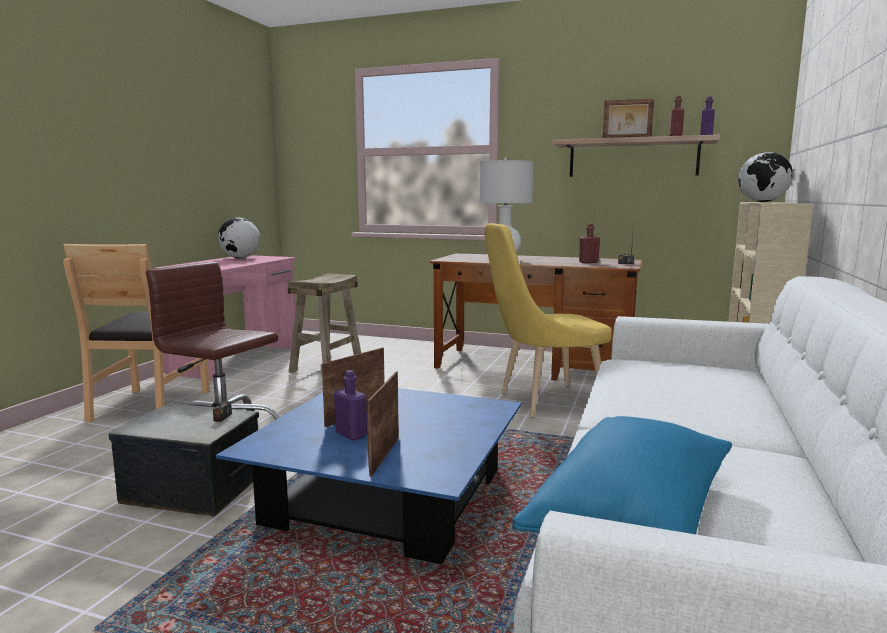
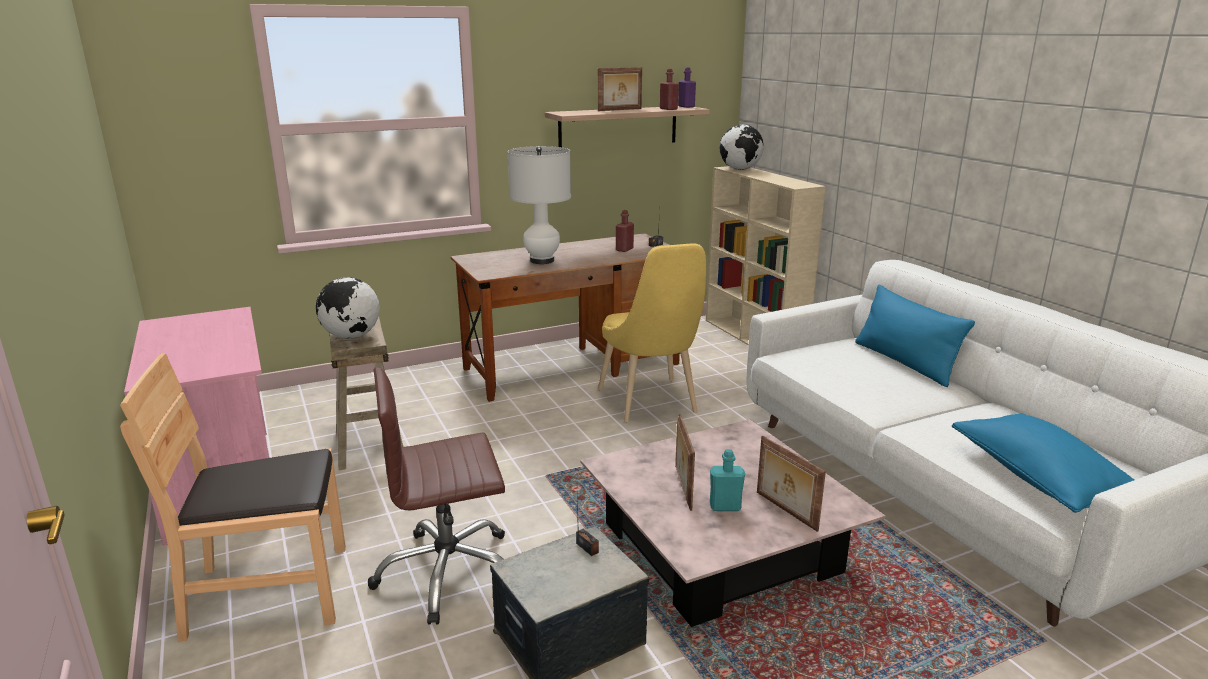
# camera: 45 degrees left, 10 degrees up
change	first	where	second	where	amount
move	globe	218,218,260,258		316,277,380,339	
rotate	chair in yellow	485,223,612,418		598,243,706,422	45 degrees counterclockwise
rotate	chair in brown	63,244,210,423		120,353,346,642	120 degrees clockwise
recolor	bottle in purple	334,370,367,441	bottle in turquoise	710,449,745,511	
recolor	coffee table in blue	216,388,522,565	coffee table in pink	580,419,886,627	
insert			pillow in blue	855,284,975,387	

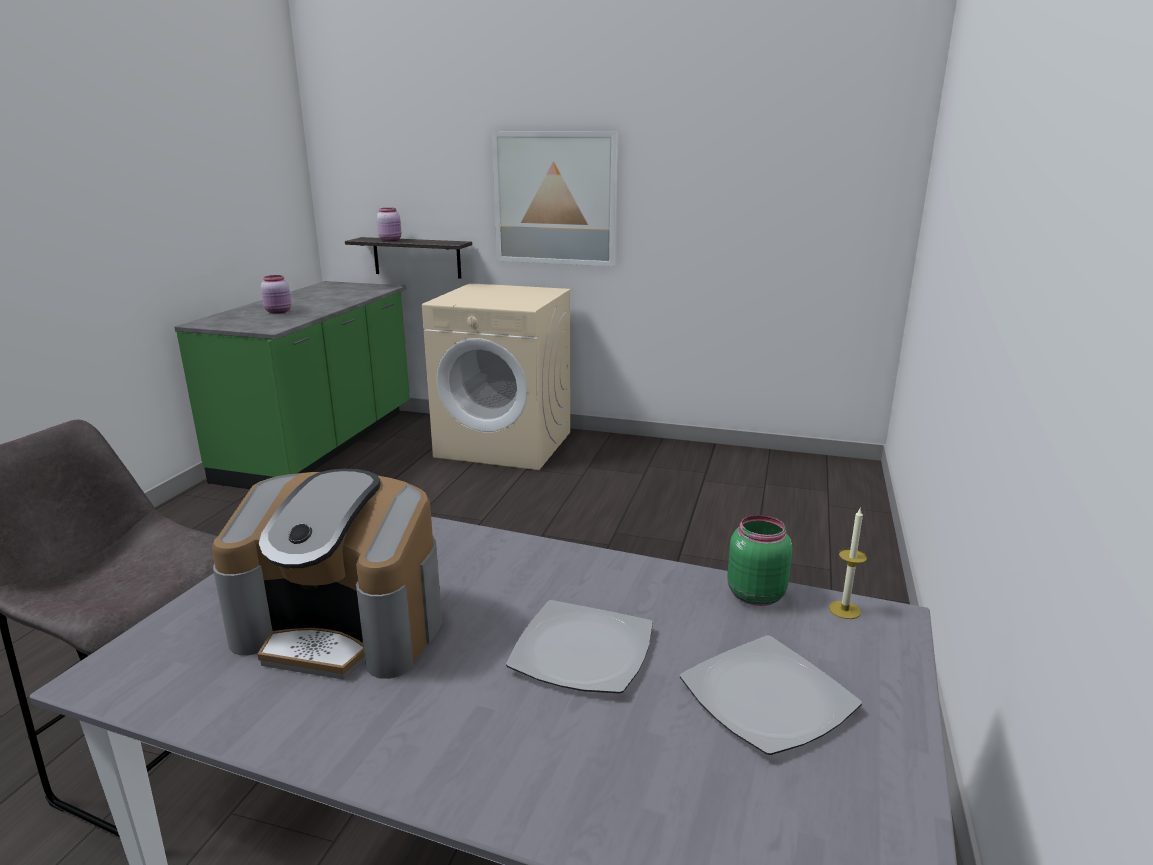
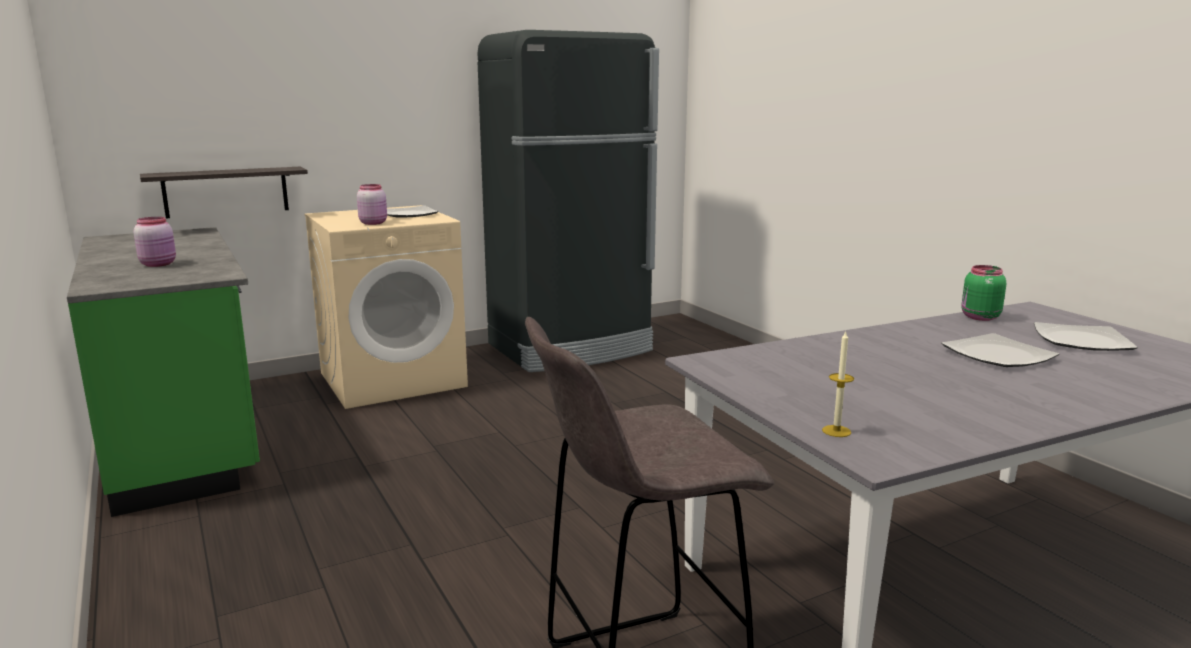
# camera: 45 degrees left, 5 degrees down
change	first	where	second	where	amount
delete	picture	492,132,618,266			
move	jar in pink	376,208,401,241		357,184,387,225	
delete	coffee machine	212,469,442,680			
move	candle	829,507,867,619		822,330,854,437	
insert			fridge in black	478,30,659,372	
insert			plate	387,206,438,217	

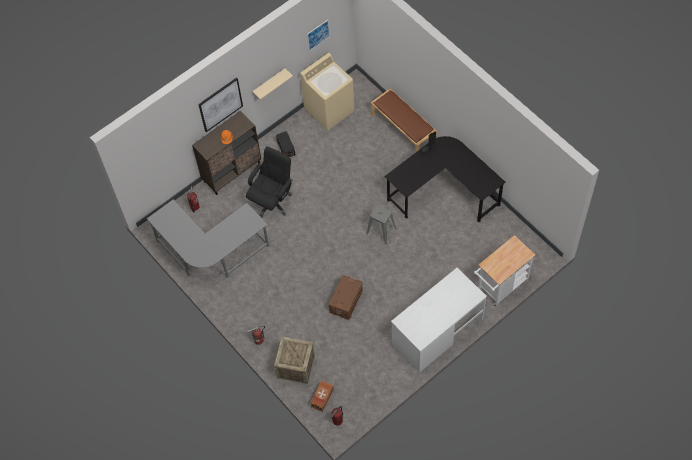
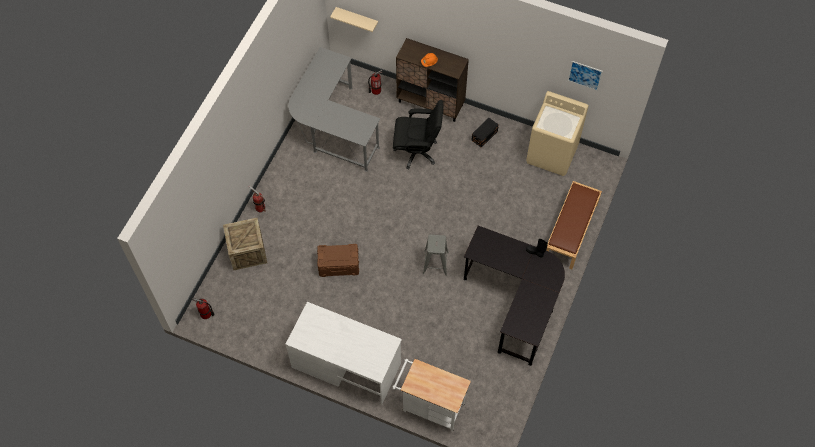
# camera: 60 degrees right, 0 degrees up
change	first	where	second	where	amount
move	shelf in beige	252,68,293,100		330,7,378,32	
delete	picture	198,78,243,132			
delete	storage box in brown	310,381,334,412			

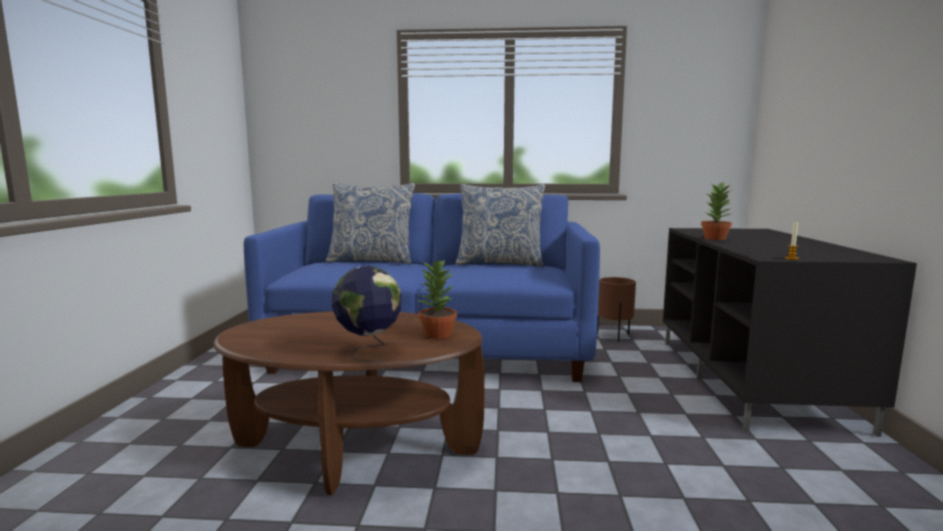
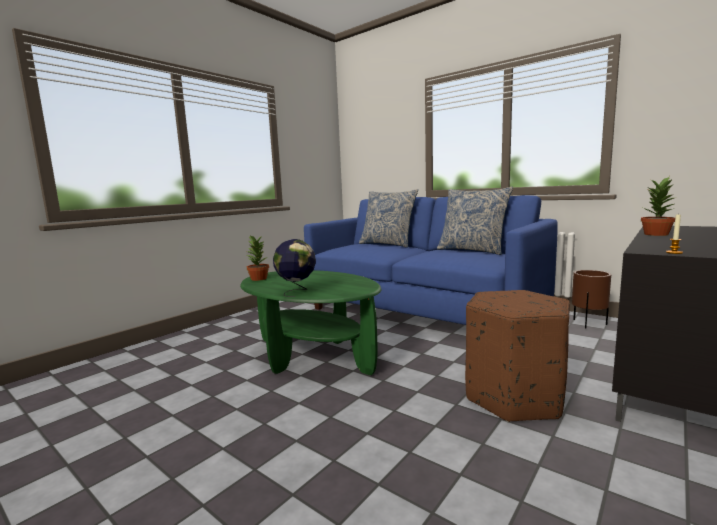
# camera: 35 degrees right, 0 degrees up
change	first	where	second	where	amount
move	potted plant	417,259,457,339		247,236,269,281	
recolor	coffee table in brown	213,311,485,495	coffee table in green	240,270,381,375	
insert			ottoman in brown	465,290,570,422	

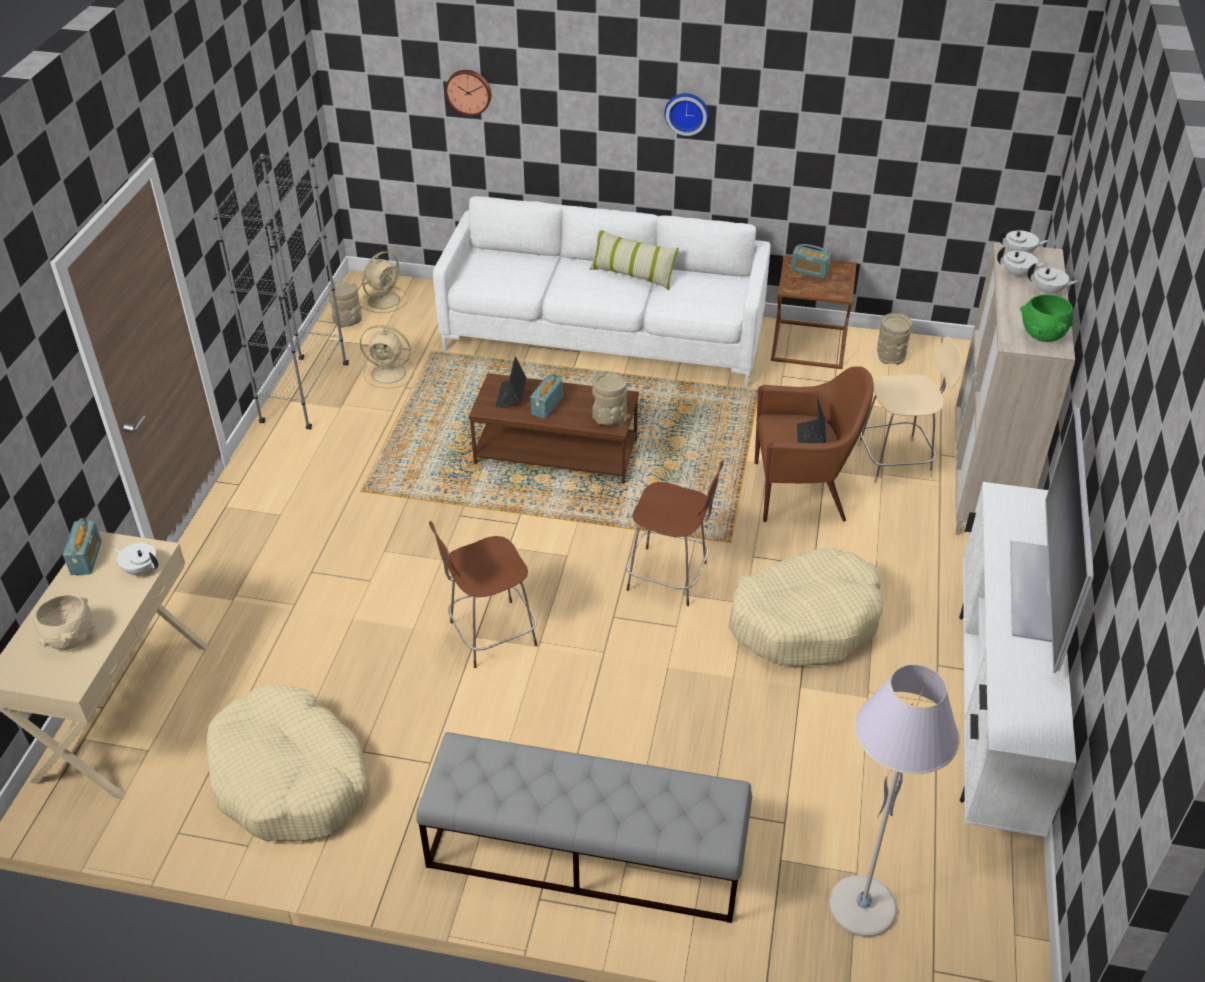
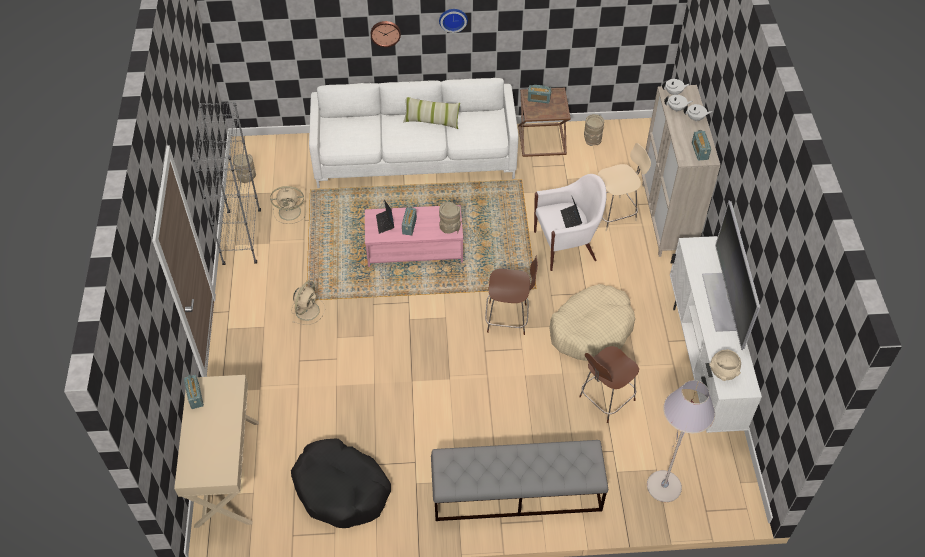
# camera: 15 degrees left, 10 degrees up
change	first	where	second	where	amount
move	wall clock	445,70,491,116		371,21,401,47	
move	fan in beige	360,251,409,313		291,281,325,325	
replace	bowl in green	1020,294,1074,342	radio	692,130,711,161	
recolor	armchair in brown	755,366,874,522	armchair in white	534,174,607,271	
recolor	coffee table in brown	469,373,639,484	coffee table in pink	365,205,463,267	
move	stool in brown	429,521,537,668		579,346,639,423	
delete	teapot in white	113,543,158,576			
move	bowl in beige	31,594,96,650		709,349,741,381	
recolor	dog bed in beige	206,684,371,842	dog bed in black	291,439,391,528	

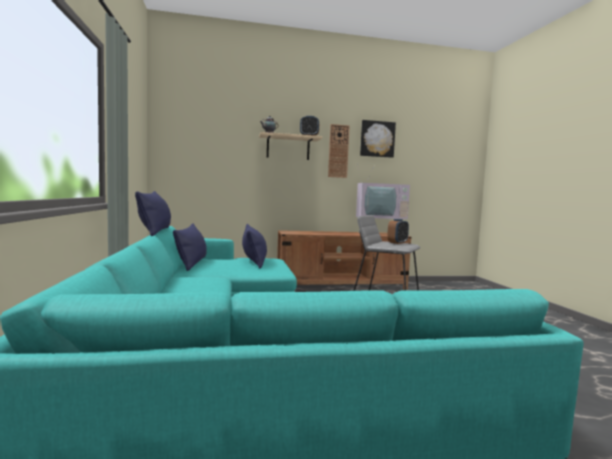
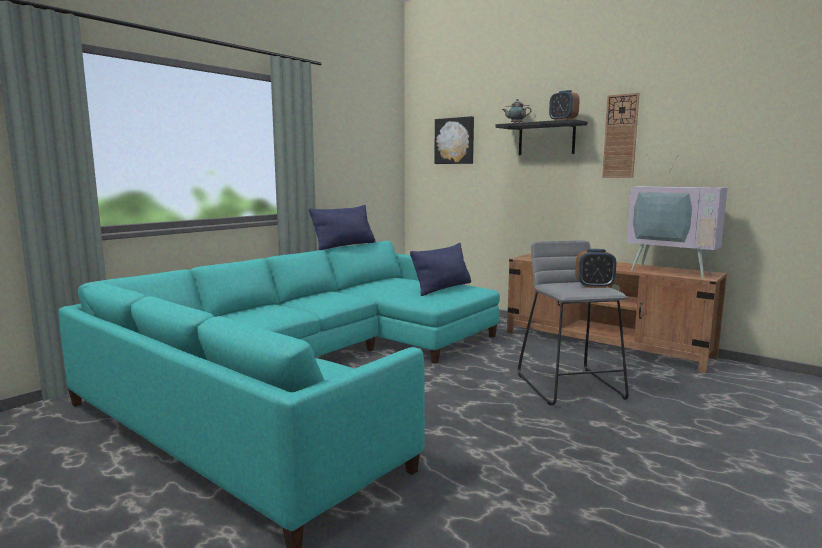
# camera: 50 degrees right, 5 degrees up
change	first	where	second	where	amount
move	picture	360,120,396,158		434,116,474,164	
recolor	shelf in beige	259,132,322,160	shelf in black	495,119,587,155	
delete	pillow in blue	173,223,207,271			

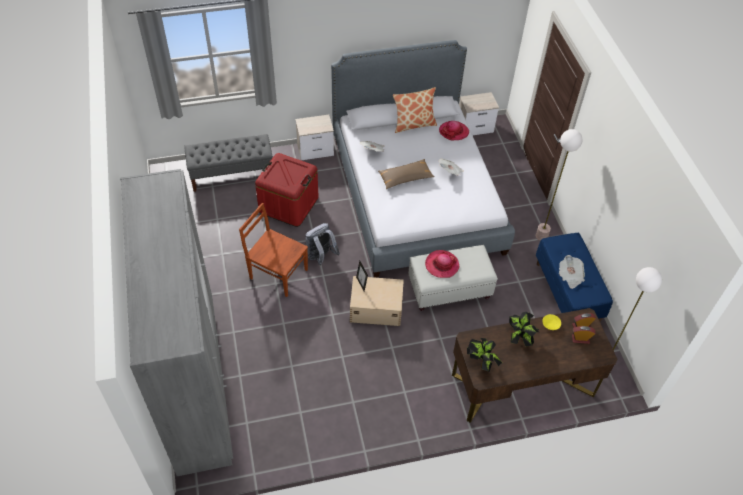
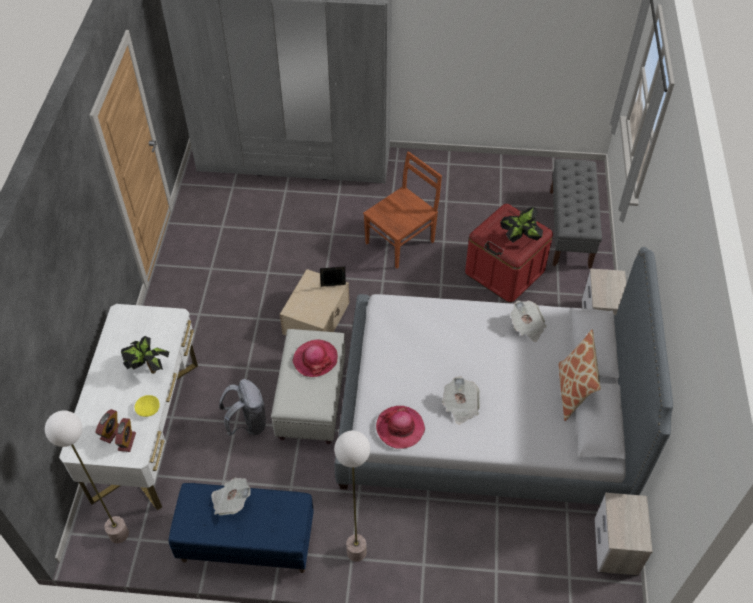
# camera: 110 degrees right, 0 degrees up
change	first	where	second	where	amount
move	hat	439,121,469,141		376,406,425,449	
delete	pillow in brown	378,159,435,189			
move	backpack in grey	305,223,340,266		219,379,267,436	
recolor	desk in brown	452,308,617,423	desk in white	59,304,198,511	
move	potted plant	467,338,502,372		501,207,543,242	

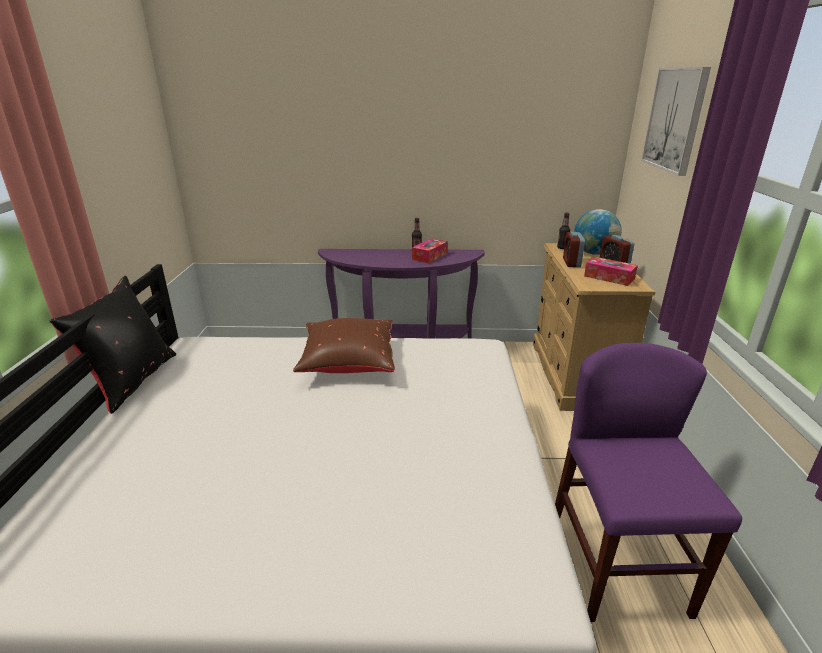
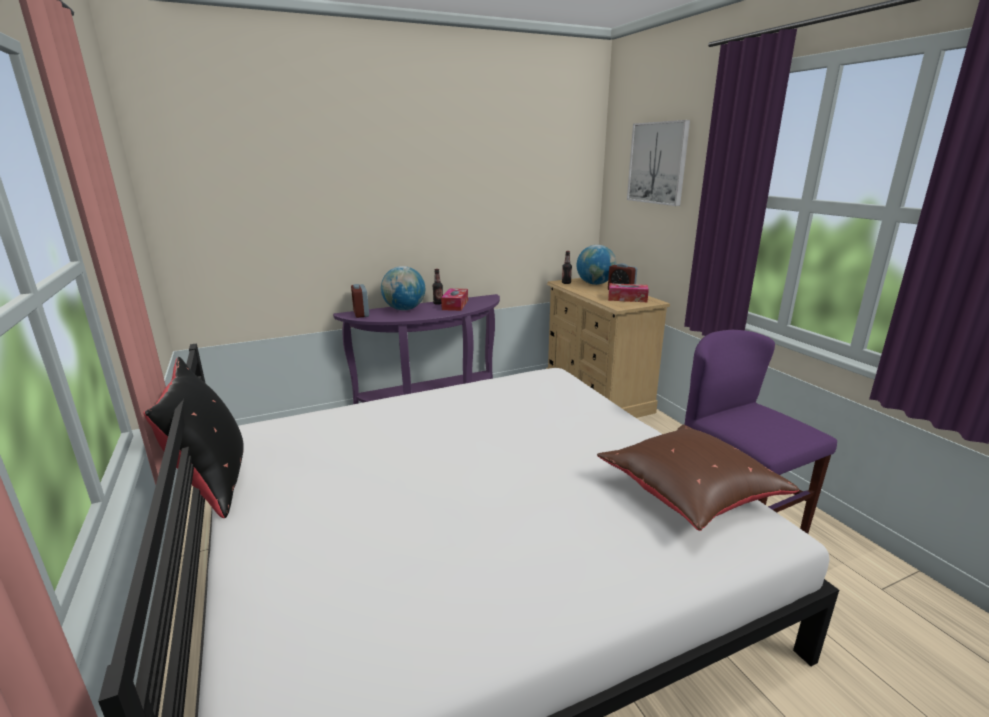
# camera: 25 degrees left, 5 degrees down
change	first	where	second	where	amount
move	alarm clock	563,232,585,267		351,284,369,318	
move	pillow in brown	293,318,395,373		597,424,799,531	
insert			globe	381,266,425,311	

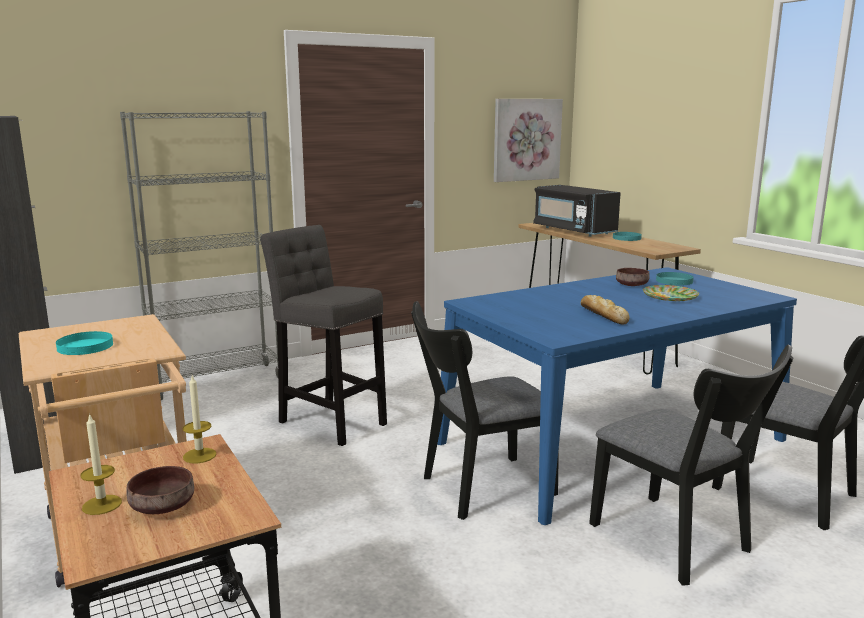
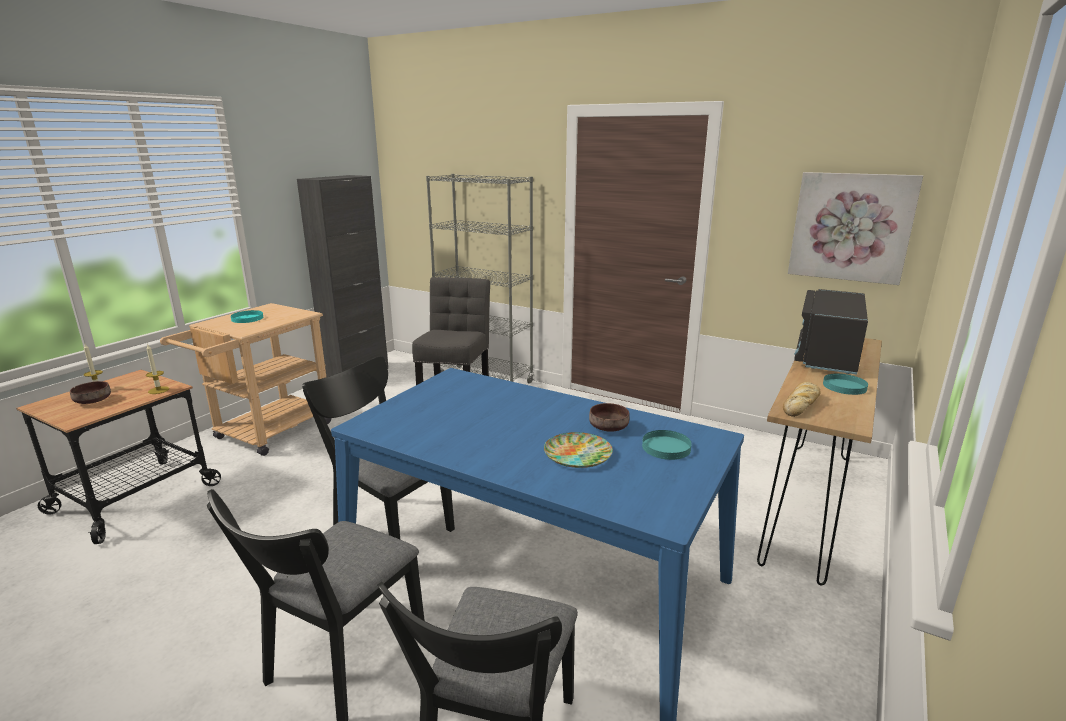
# camera: 60 degrees right, 5 degrees up
change	first	where	second	where	amount
move	bread	581,295,630,325		783,382,821,417	

